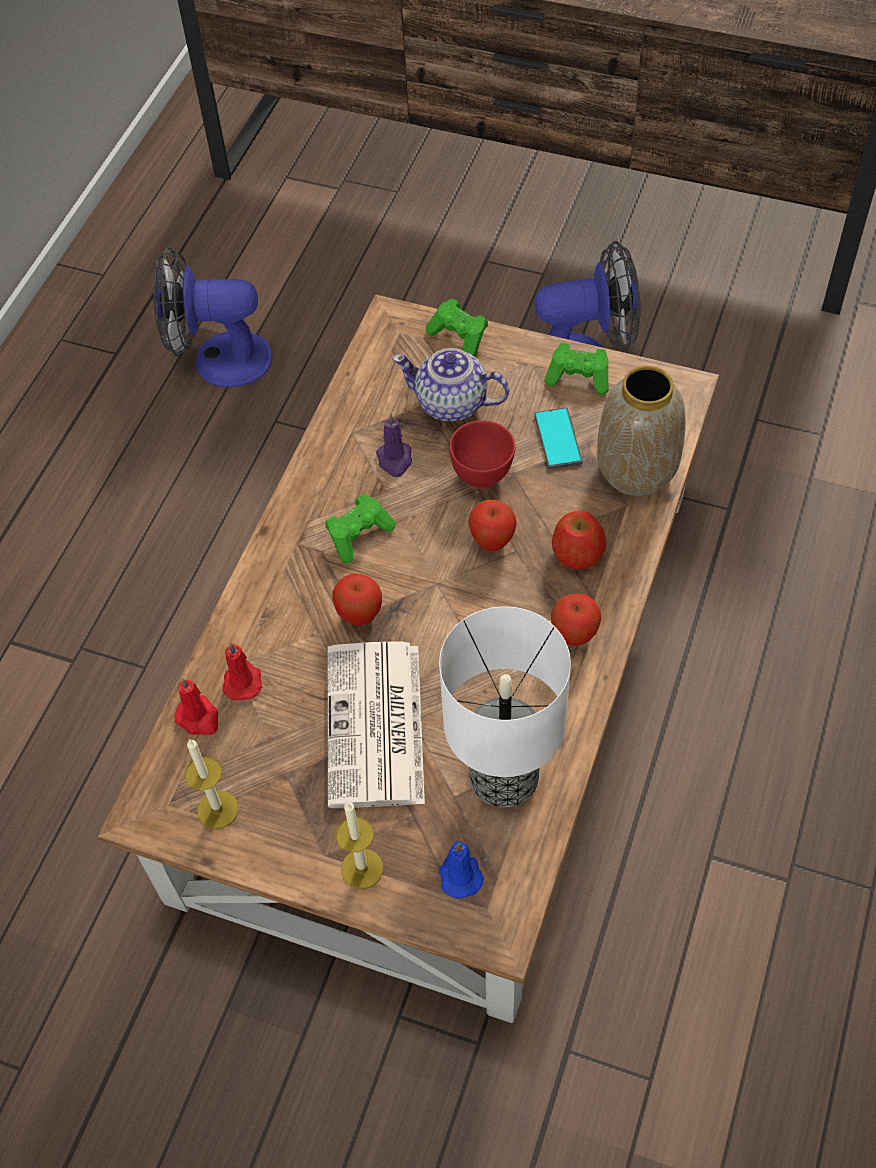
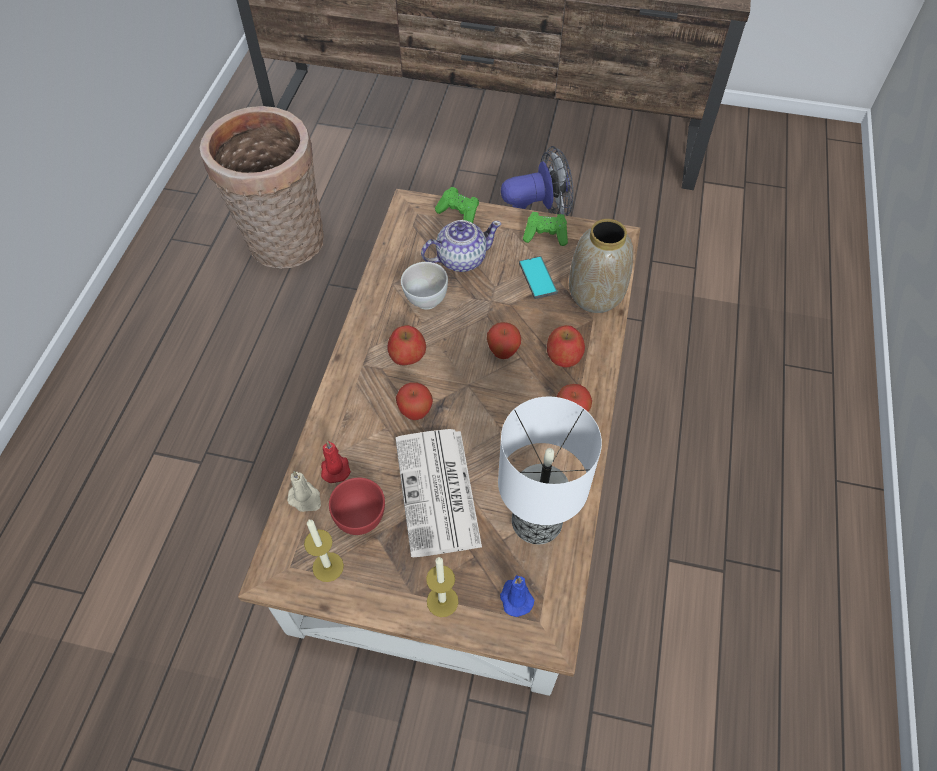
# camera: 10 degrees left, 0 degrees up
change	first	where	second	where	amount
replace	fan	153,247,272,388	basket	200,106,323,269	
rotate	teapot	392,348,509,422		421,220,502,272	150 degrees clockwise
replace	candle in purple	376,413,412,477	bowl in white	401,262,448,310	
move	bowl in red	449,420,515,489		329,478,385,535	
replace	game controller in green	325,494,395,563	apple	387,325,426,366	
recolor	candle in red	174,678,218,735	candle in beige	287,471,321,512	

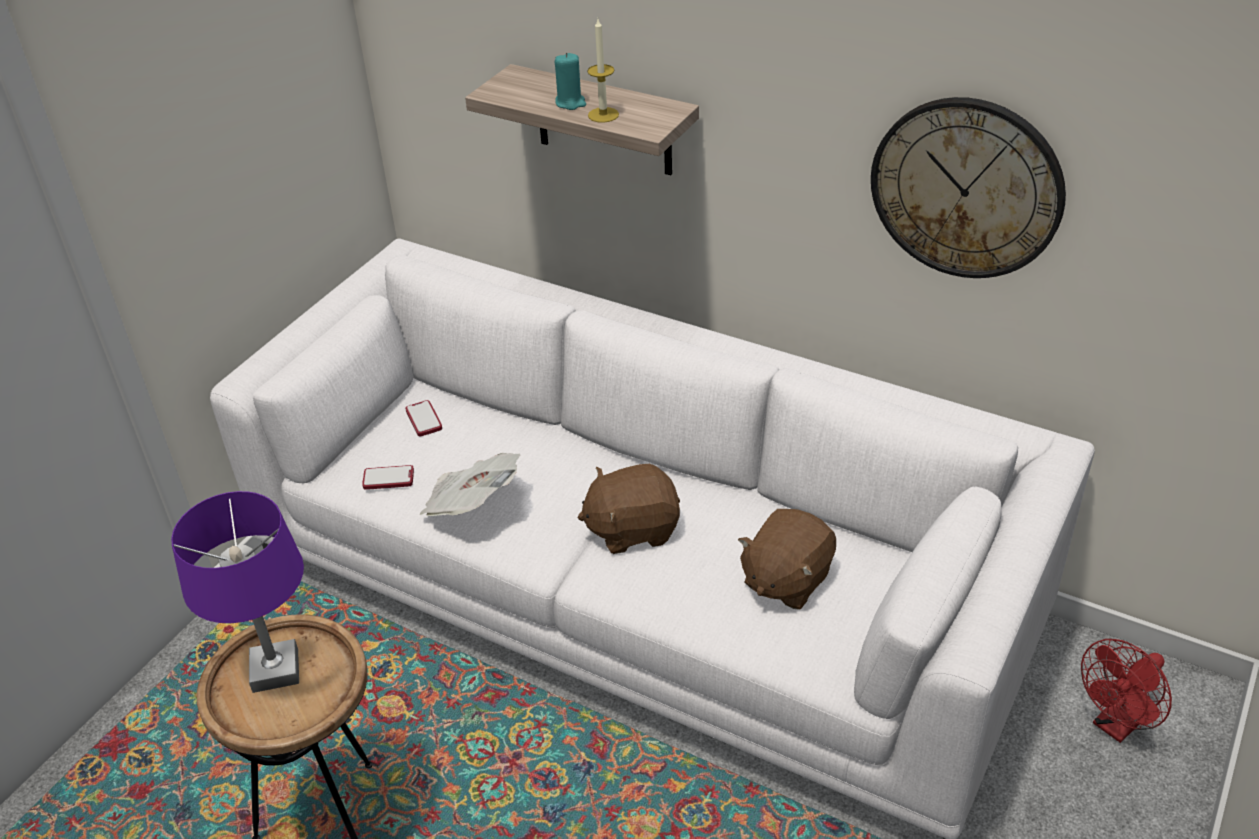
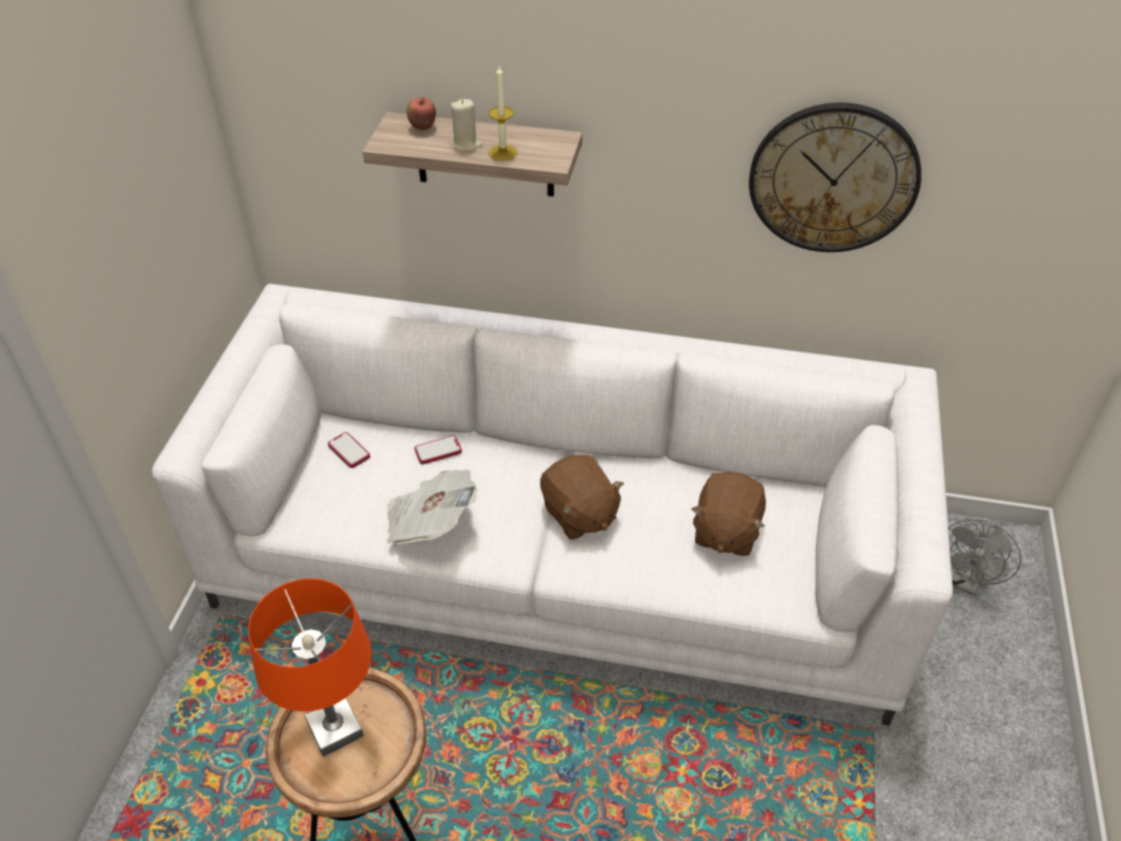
# camera: 20 degrees left, 5 degrees up
change	first	where	second	where	amount
recolor	candle in turquoise	555,52,586,110	candle in beige	450,99,482,152	
rotate	plush toy in brown	577,464,680,554		540,455,624,540	90 degrees counterclockwise
move	phone	362,465,414,490		415,435,462,464	
recolor	table lamp in purple	171,491,304,693	table lamp in orange	248,578,372,757	
recolor	fan in red	1081,639,1172,743	fan in grey	948,519,1021,596	
insert			apple	407,97,436,130	

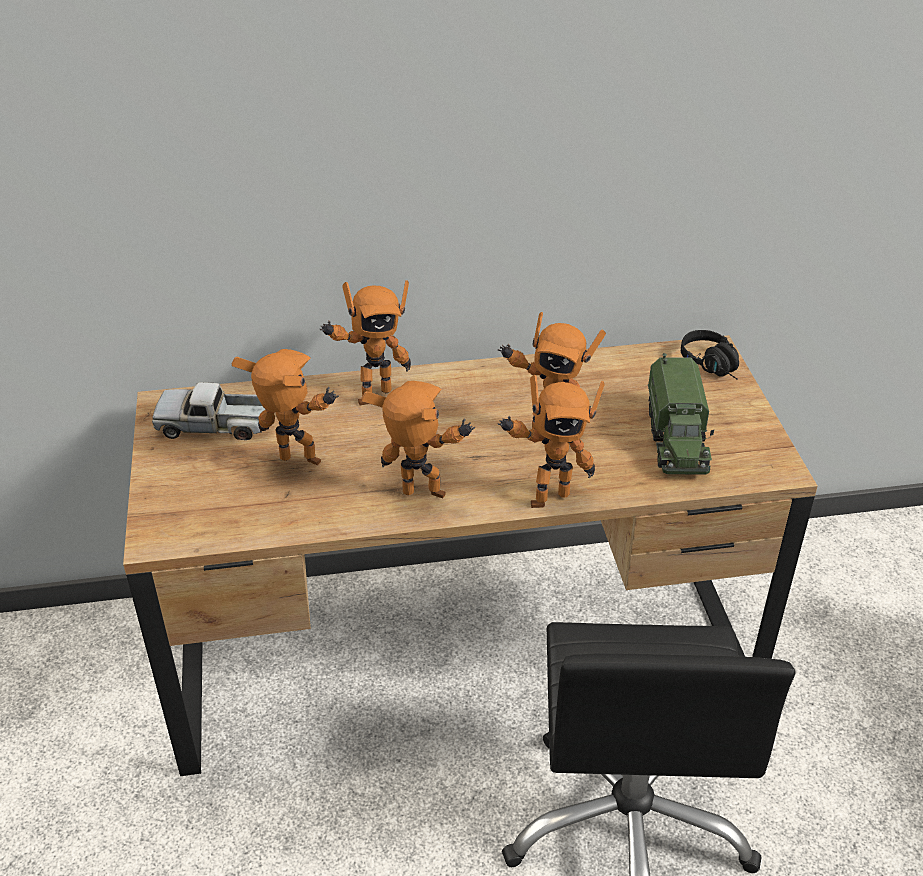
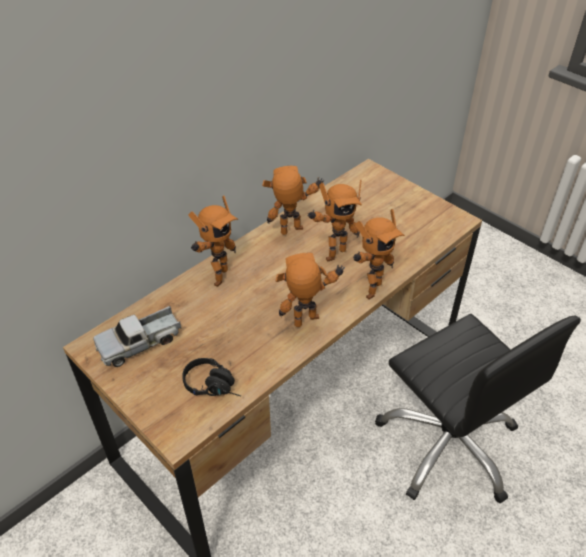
# camera: 35 degrees left, 5 degrees up
change	first	where	second	where	amount
move	headphones in black	681,330,739,380		182,358,241,396	
move	toy robot	231,349,339,466		262,166,325,235	
delete	toy truck	648,353,714,475			

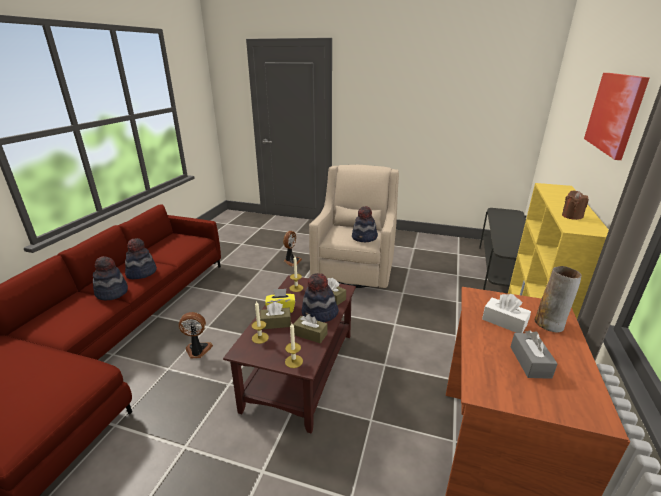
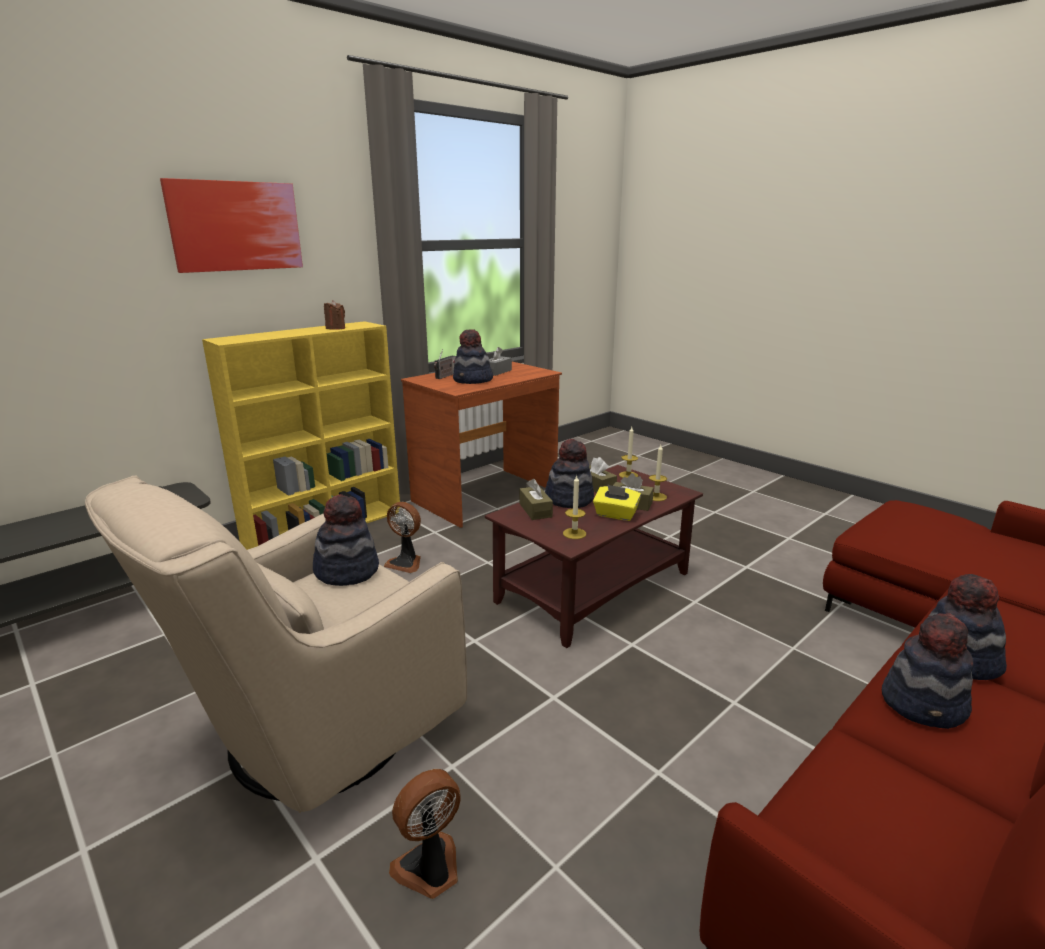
# camera: 150 degrees left, 5 degrees down
change	first	where	second	where	amount
replace	vase	535,266,582,333	radio	434,349,456,379	
replace	tissue box in white	482,294,531,333	hat	453,329,493,384	
move	fan	179,312,213,358		384,502,421,573	

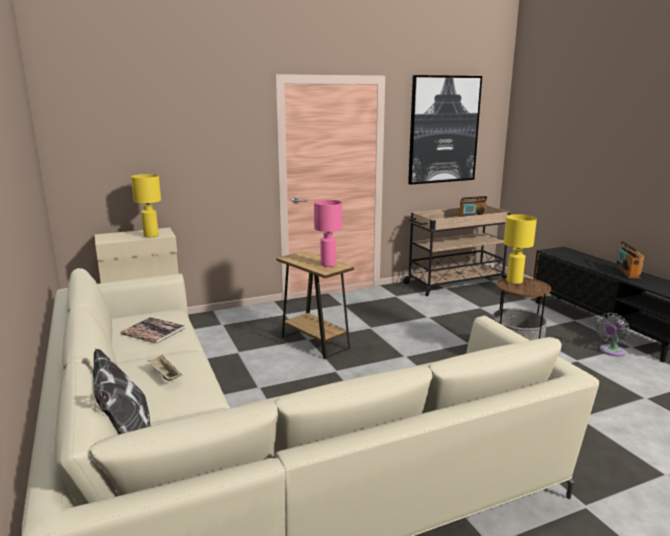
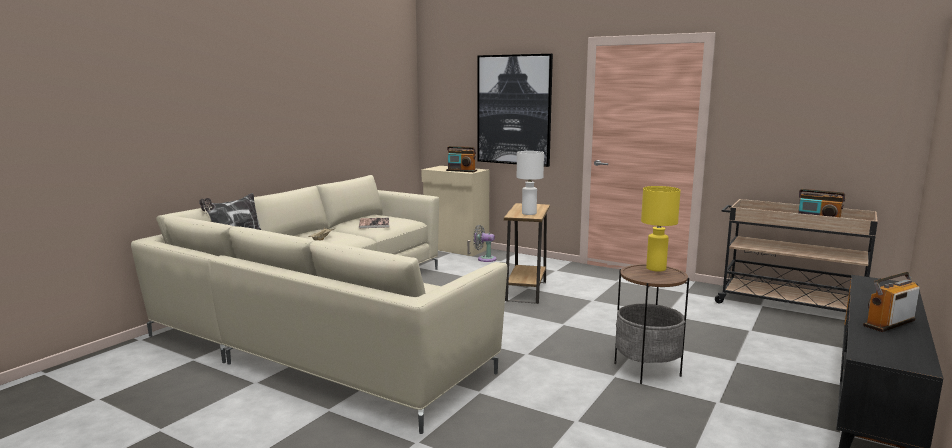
# camera: 55 degrees right, 5 degrees down
change	first	where	second	where	amount
move	picture	408,75,482,185		477,54,553,167	
replace	table lamp in yellow	131,174,161,237	radio	446,146,477,172	
recolor	table lamp in pink	314,200,342,267	table lamp in white	517,151,544,215	
move	fan in grey	596,313,630,356		473,225,497,262	

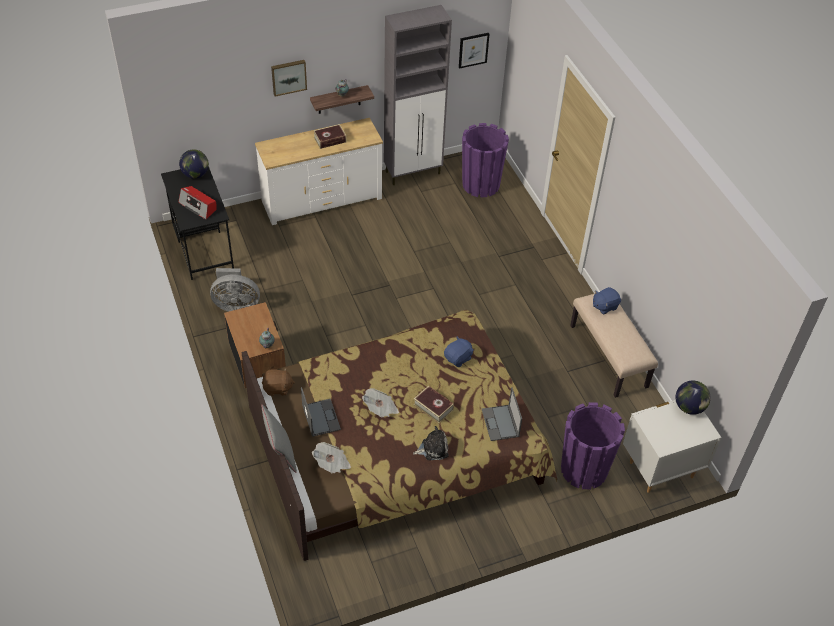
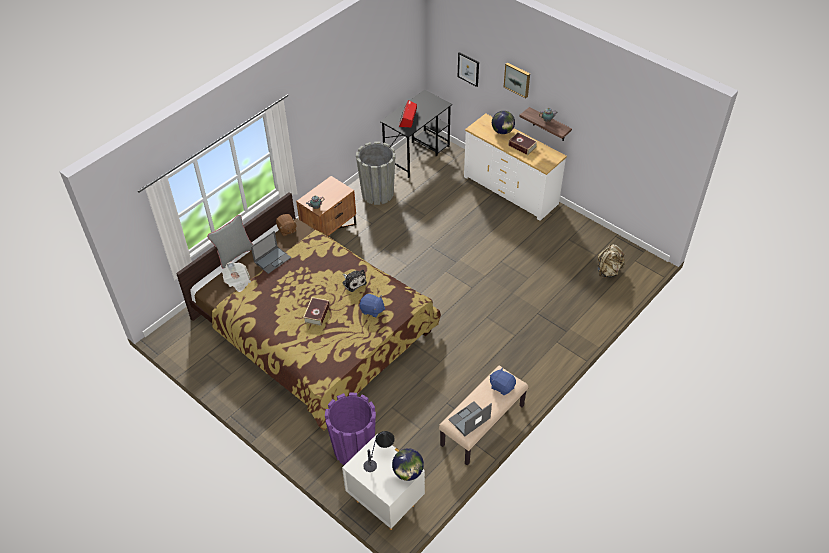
# camera: 65 degrees right, 0 degrees up
change	first	where	second	where	amount
delete	cabinet in grey	384,5,452,185			
move	picture	459,33,490,69		458,52,479,87	
replace	planter in purple	462,123,509,198	backpack in beige	597,244,625,278	
move	globe	179,150,209,179		492,111,515,134	
replace	fan in grey	210,268,260,312	planter in grey	356,141,396,205	
move	laptop	482,387,522,441		448,401,492,436	
delete	newspaper	362,388,399,418			
move	plush toy	413,426,449,460		343,269,367,292	
insert			table lamp	363,431,395,472	

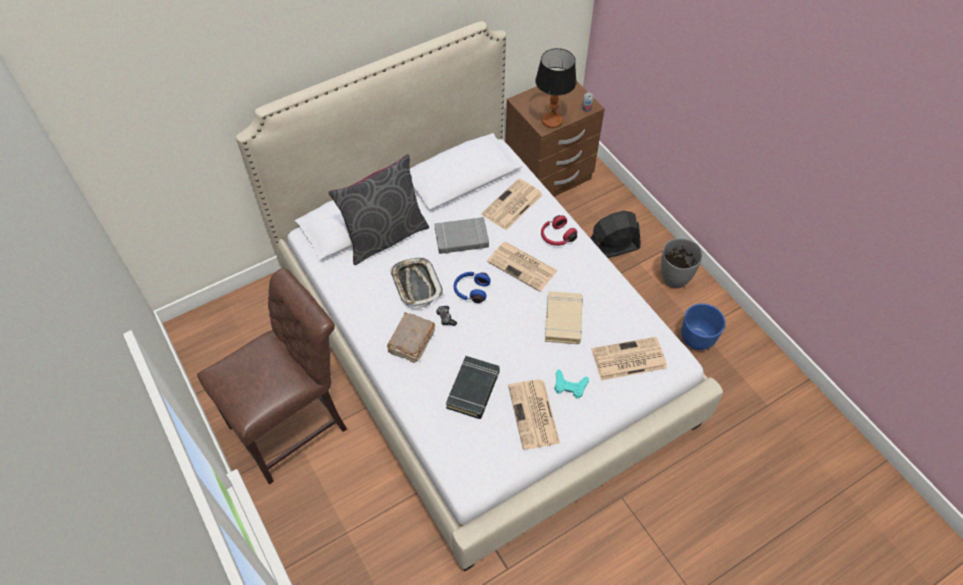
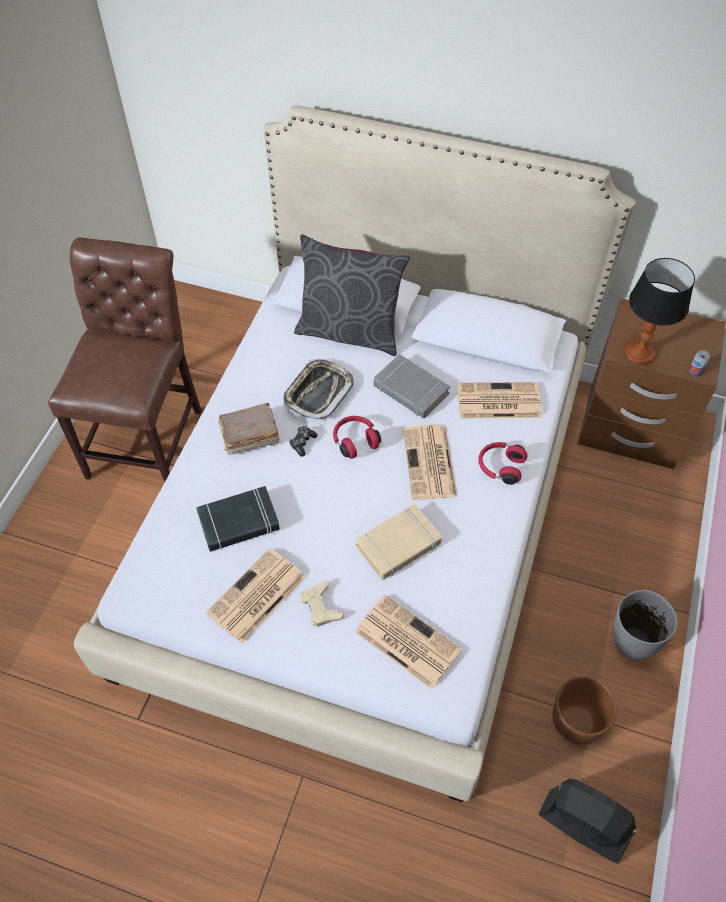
# camera: 50 degrees right, 0 degrees up
change	first	where	second	where	amount
move	fan in black	591,211,640,258		539,778,636,864	
rotate	chair in brown	197,268,347,485		48,237,202,483	90 degrees counterclockwise
recolor	headphones in blue	454,272,491,303	headphones in red	333,416,381,459	
recolor	planter in blue	681,303,726,350	planter in brown	552,676,617,745	
recolor	game controller in turquoise	554,369,589,399	game controller in beige	300,580,344,627	

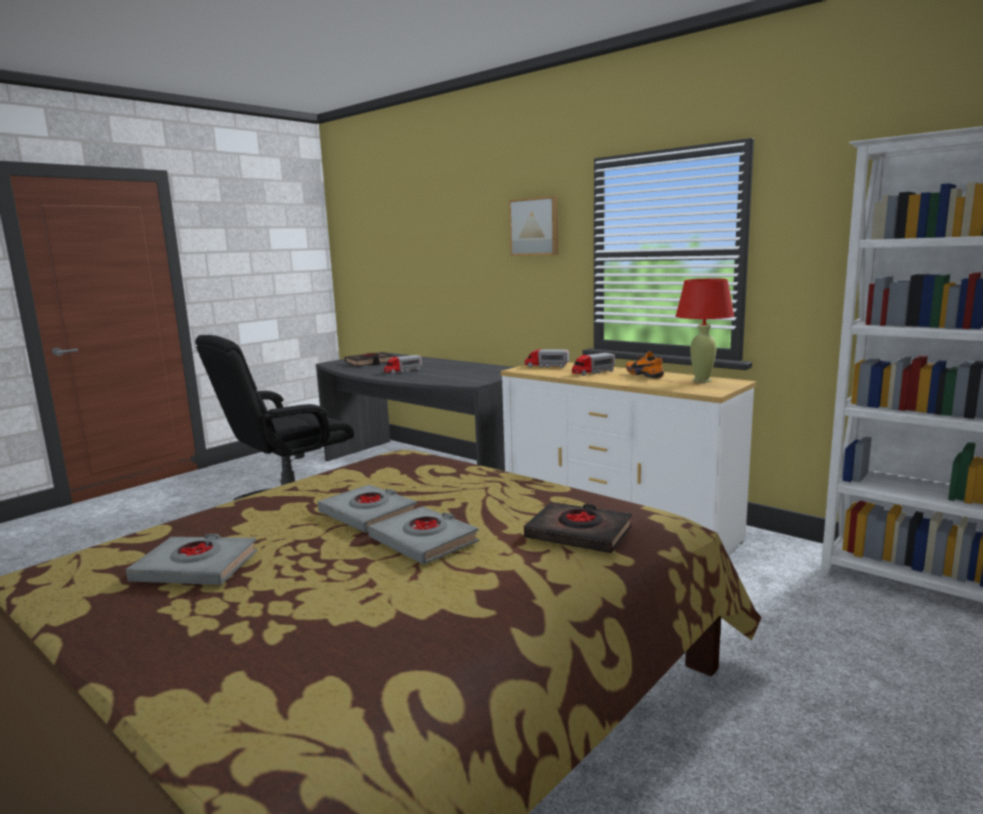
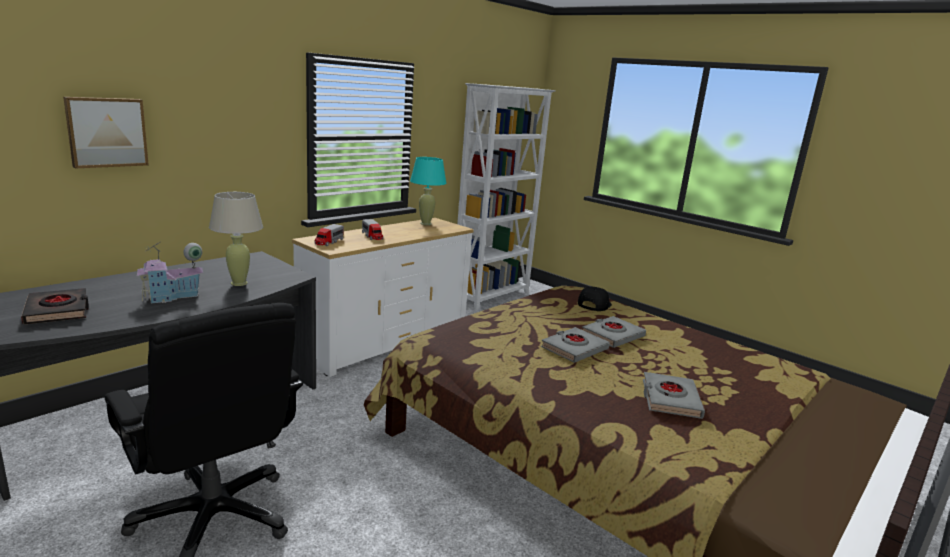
# camera: 90 degrees left, 5 degrees up
change	first	where	second	where	amount
move	picture	509,196,558,256		63,97,149,169	
recolor	table lamp in red	676,279,734,382	table lamp in turquoise	410,157,446,225	
delete	shoe in orange	626,351,664,378			
replace	toy truck	384,355,422,374	toy house	136,242,203,303	
replace	book in black	524,502,632,553	cap in black	578,287,612,311	
insert			table lamp in beige	209,192,263,286	

